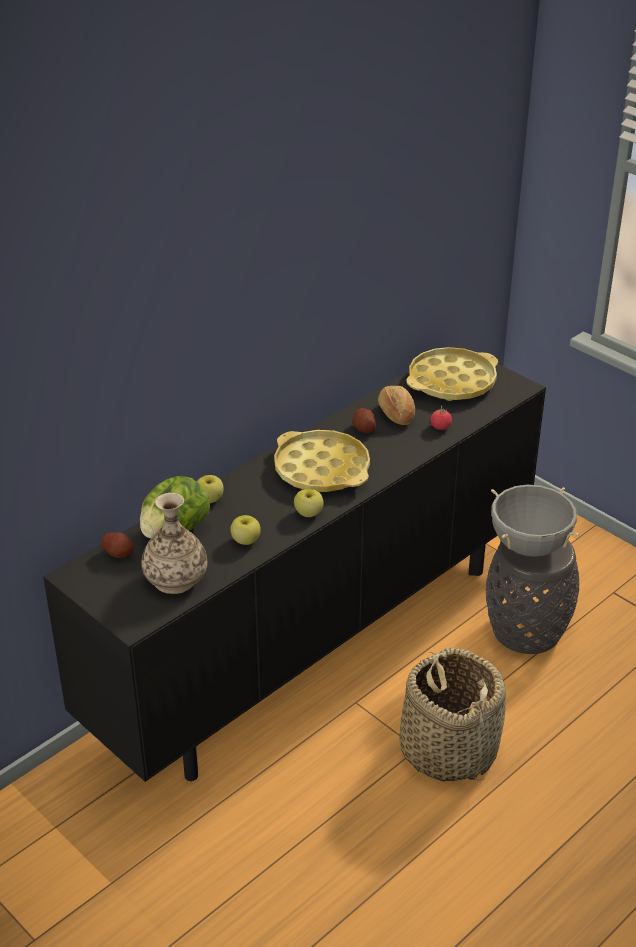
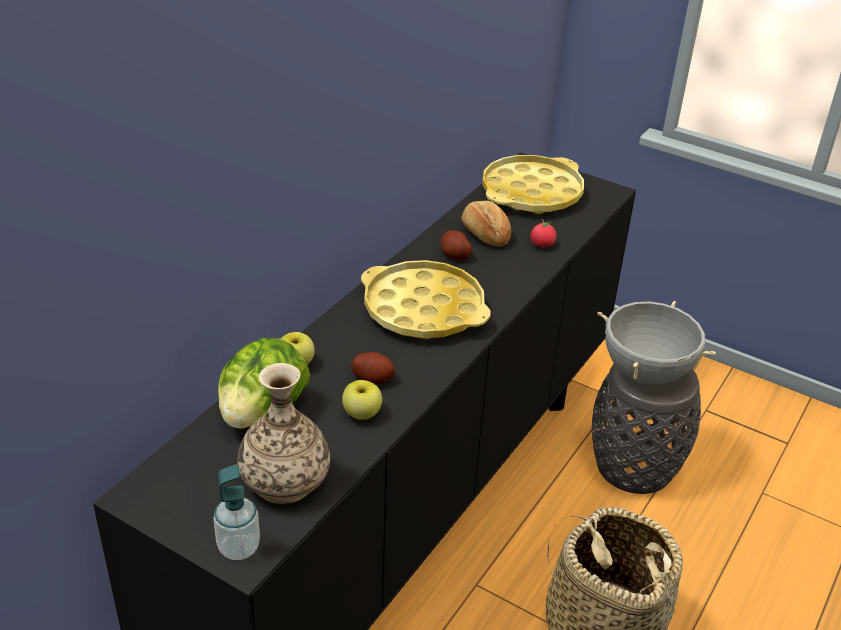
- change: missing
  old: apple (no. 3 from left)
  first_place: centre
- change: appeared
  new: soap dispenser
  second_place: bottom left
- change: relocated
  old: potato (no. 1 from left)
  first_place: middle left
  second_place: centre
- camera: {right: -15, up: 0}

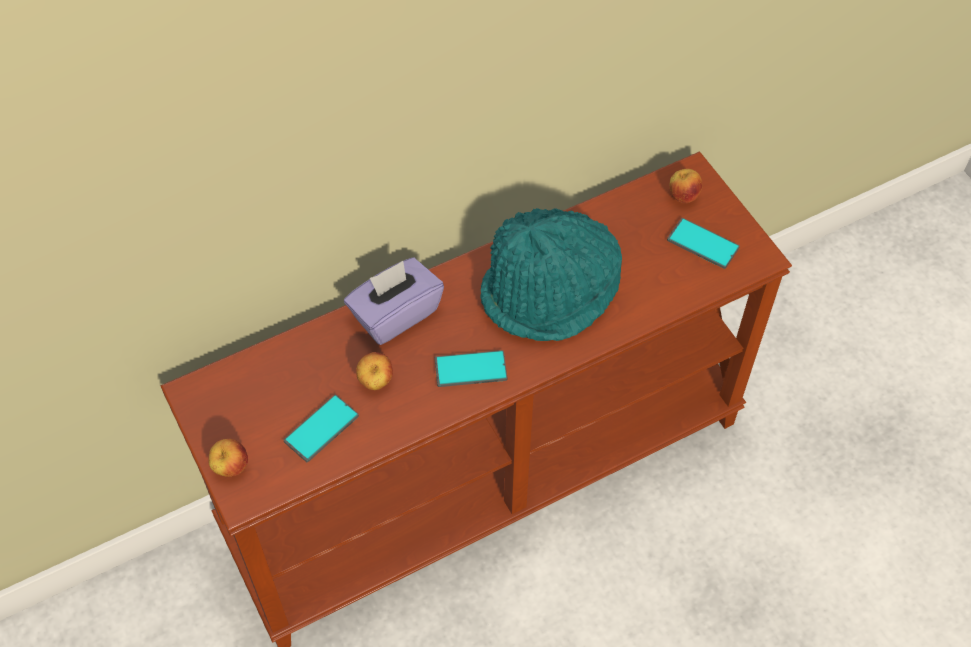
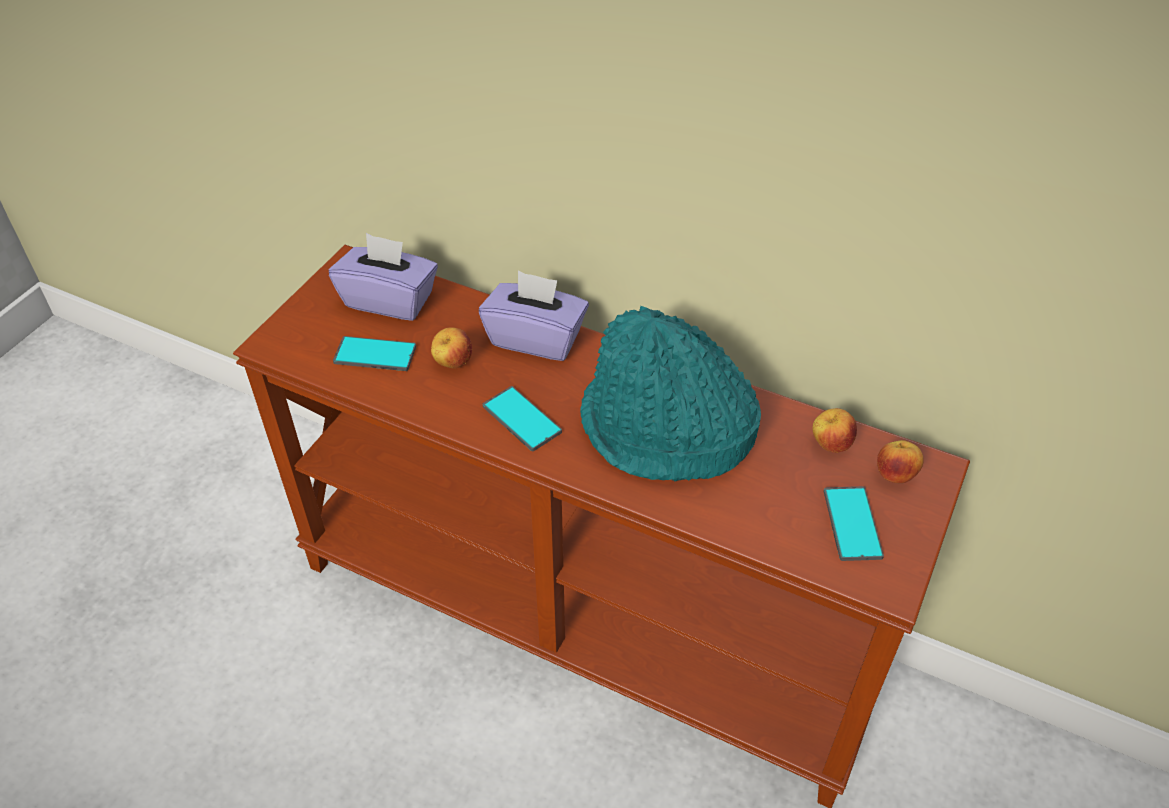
- change: appeared
  new: purple tissue box (no. 1 from left)
  second_place: middle left
- change: relocated
  old: apple (no. 1 from left in the first image)
  new: apple (no. 2 from left)
  first_place: bottom left
  second_place: middle right
- camera: {right: 55, up: -10}

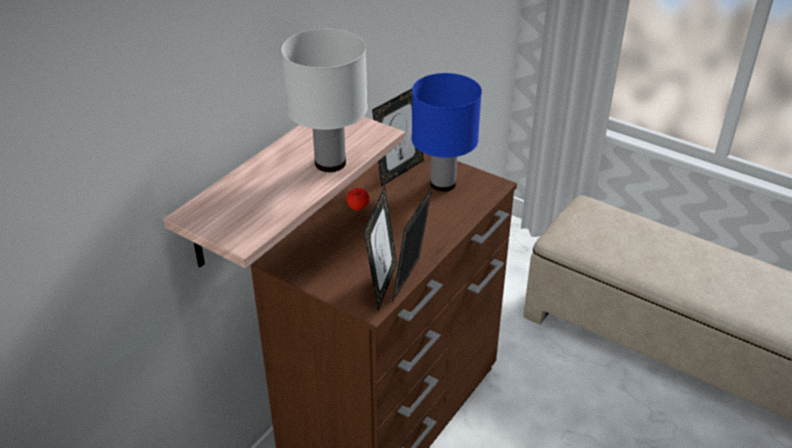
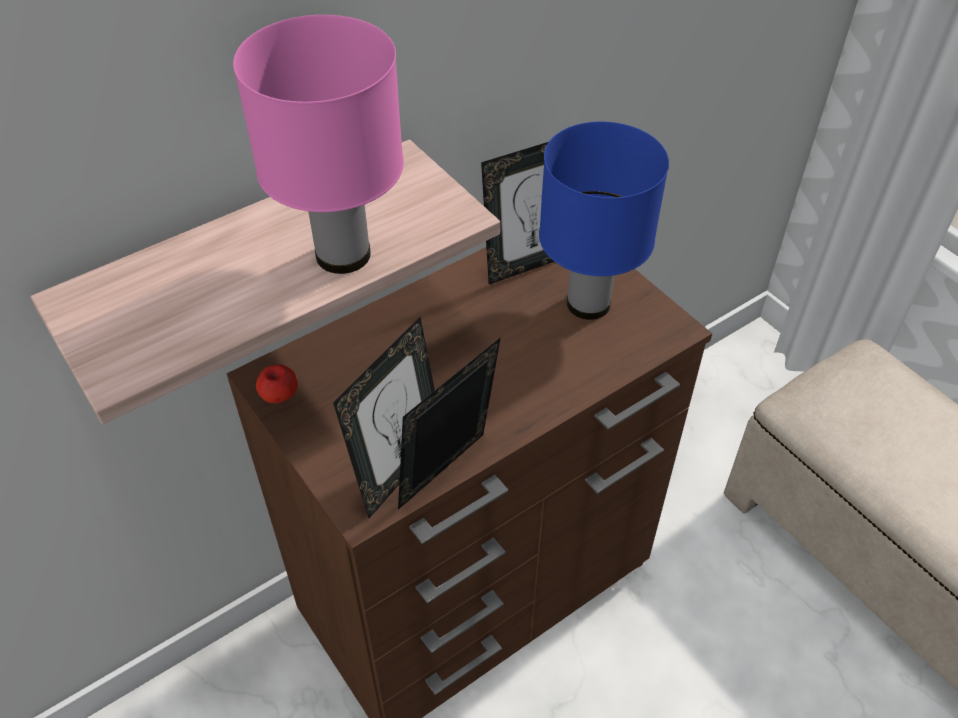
- change: relocated
  old: apple
  first_place: centre
  second_place: middle left
- change: colour
  old: white table lamp
  new: pink table lamp
  first_place: top centre
  second_place: top left
- camera: {right: 20, up: 10}

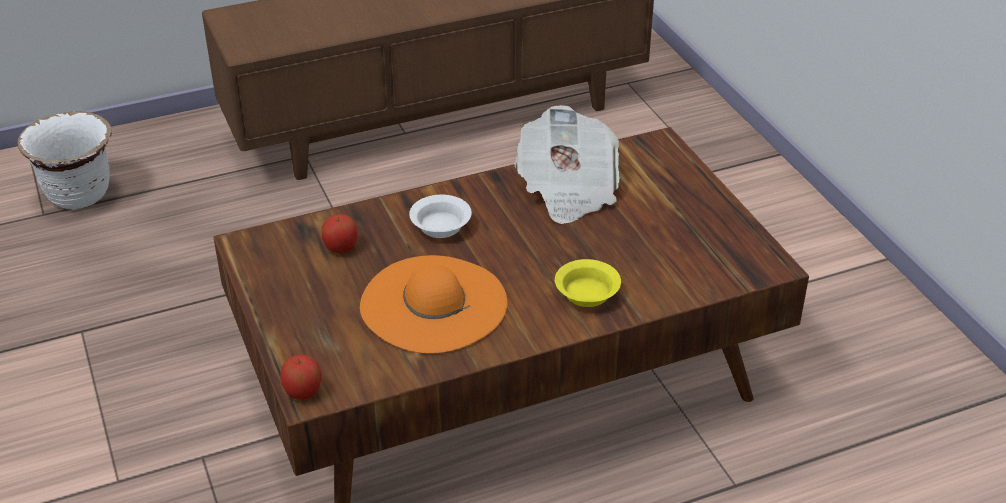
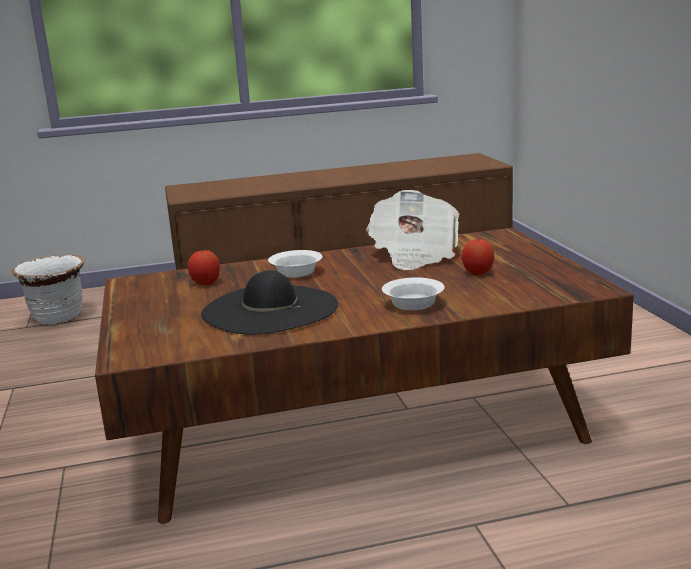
- change: relocated
  old: apple (no. 1 from left in the first image)
  new: apple (no. 2 from left)
  first_place: bottom left
  second_place: middle right
- change: colour
  old: orange hat
  new: black hat
  first_place: centre
  second_place: centre
- change: colour
  old: yellow bowl
  new: white bowl (no. 2 from left)
  first_place: centre
  second_place: centre
- camera: {right: 10, up: -20}

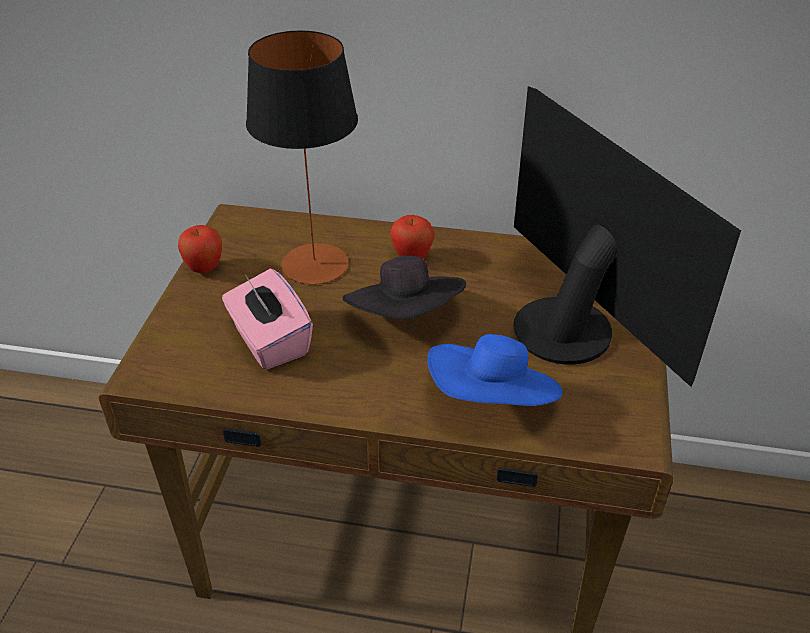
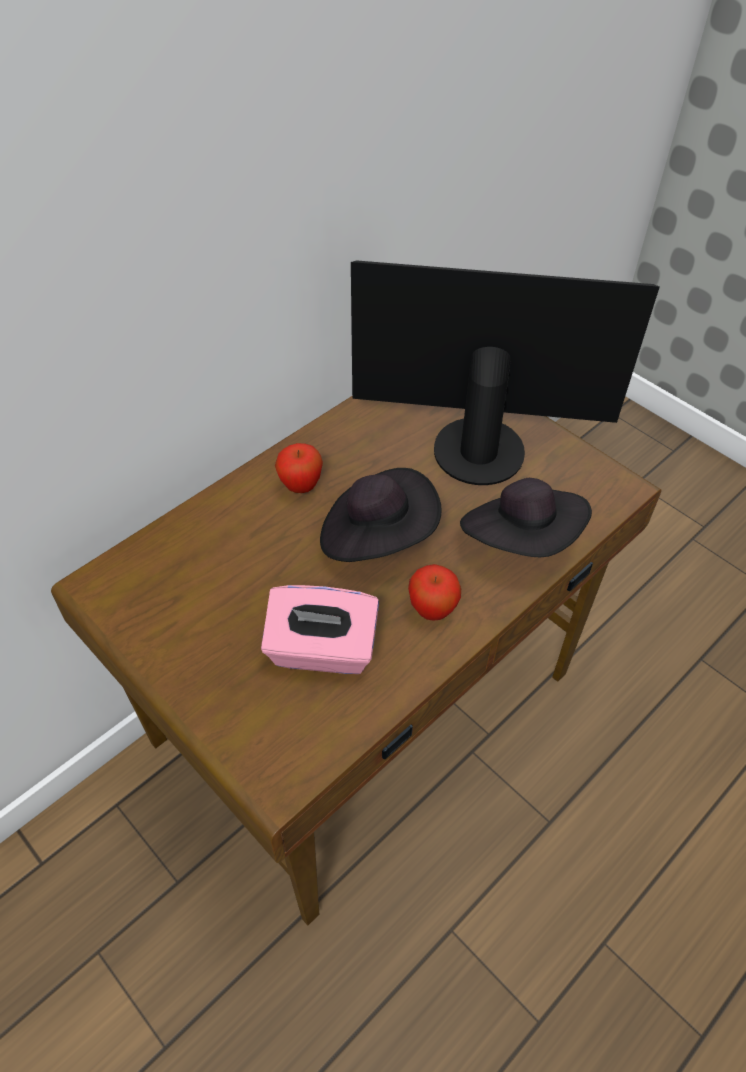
- change: missing
  old: table lamp
  first_place: top centre
- change: relocated
  old: apple (no. 1 from left in the first image)
  new: apple (no. 2 from left)
  first_place: middle left
  second_place: centre
- change: colour
  old: blue hat
  new: black hat (no. 2 from left)
  first_place: centre
  second_place: middle right
- camera: {right: -55, up: 10}

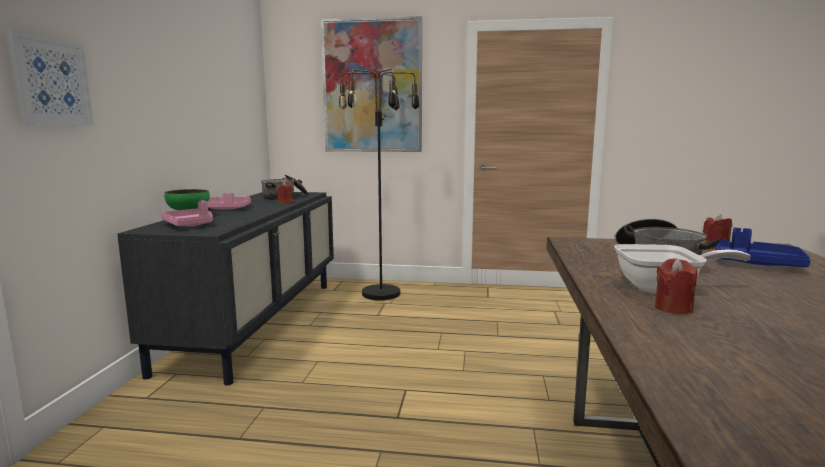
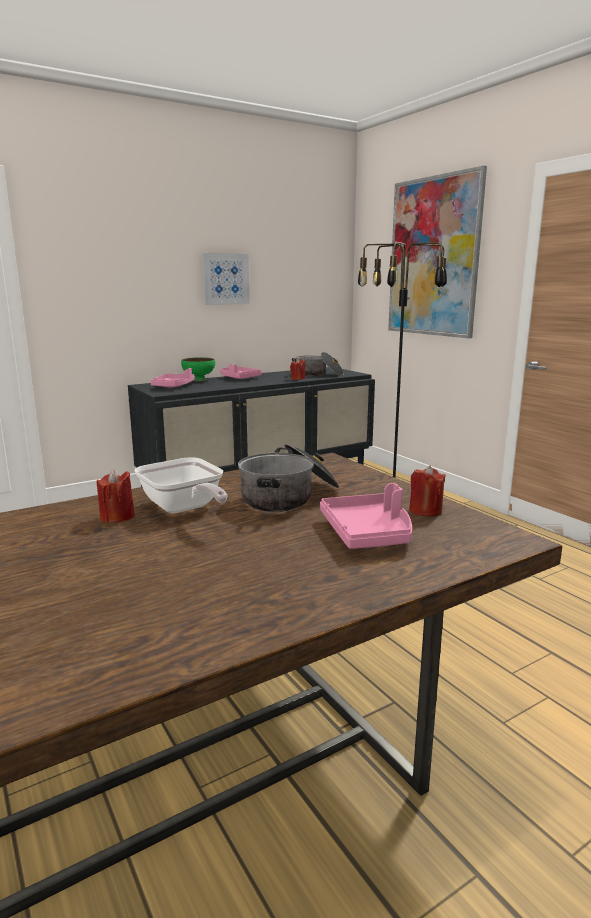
- change: relocated
  old: picture (no. 1 from left)
  first_place: top left
  second_place: top centre
- change: colour
  old: blue tray
  new: pink tray (no. 3 from left)
  first_place: middle right
  second_place: centre
- camera: {right: 50, up: 5}

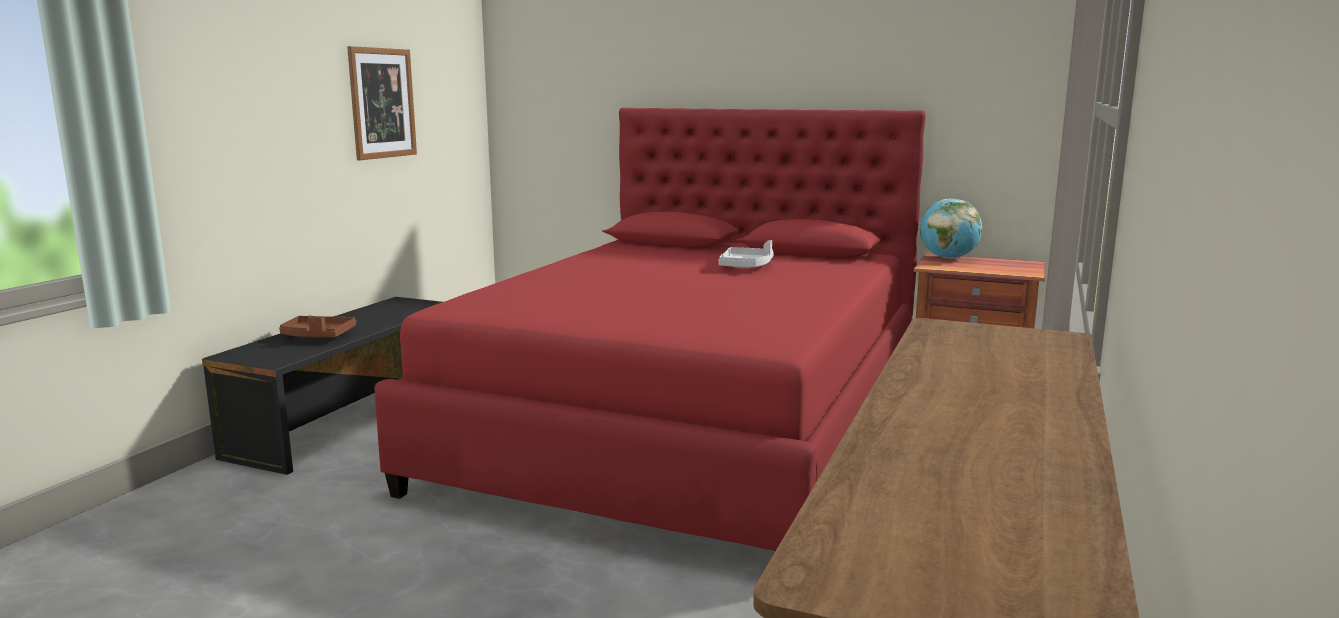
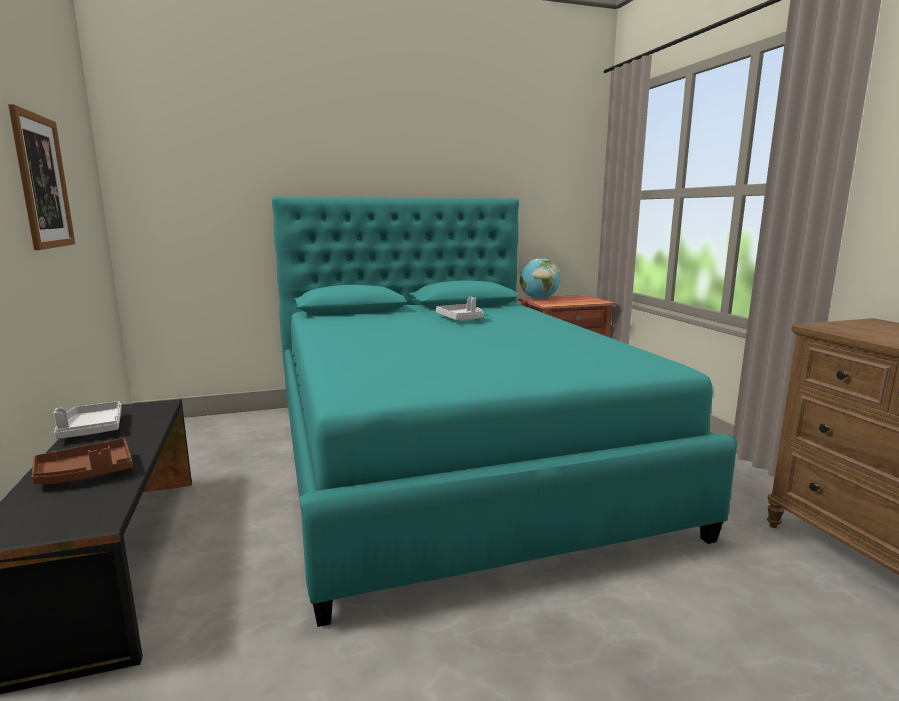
- change: appeared
  new: grey tray (no. 1 from left)
  second_place: middle left
- change: colour
  old: red bed
  new: turquoise bed
  first_place: centre
  second_place: centre
- camera: {right: -40, up: 0}

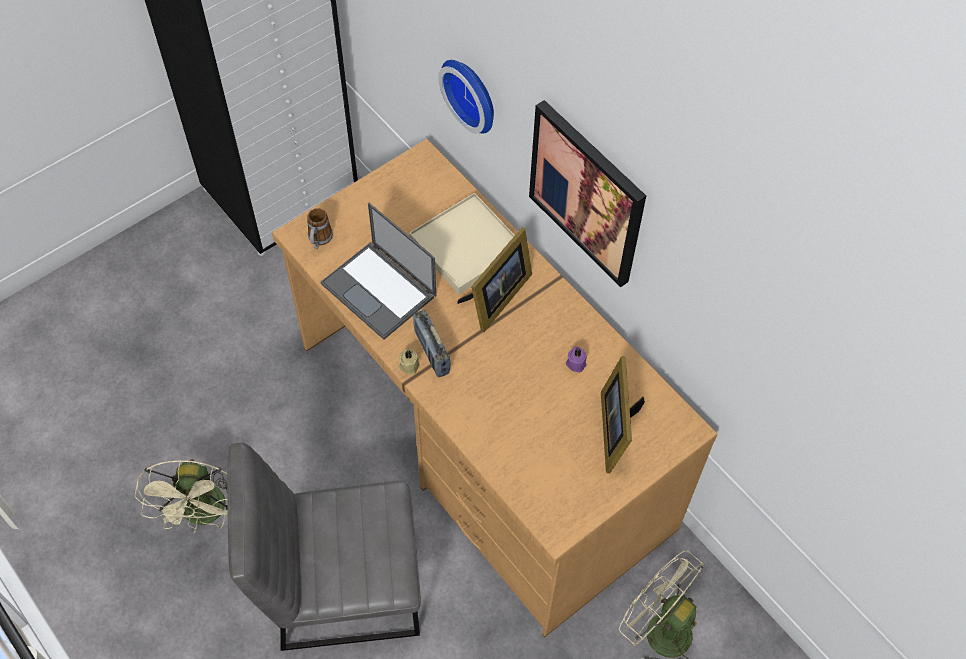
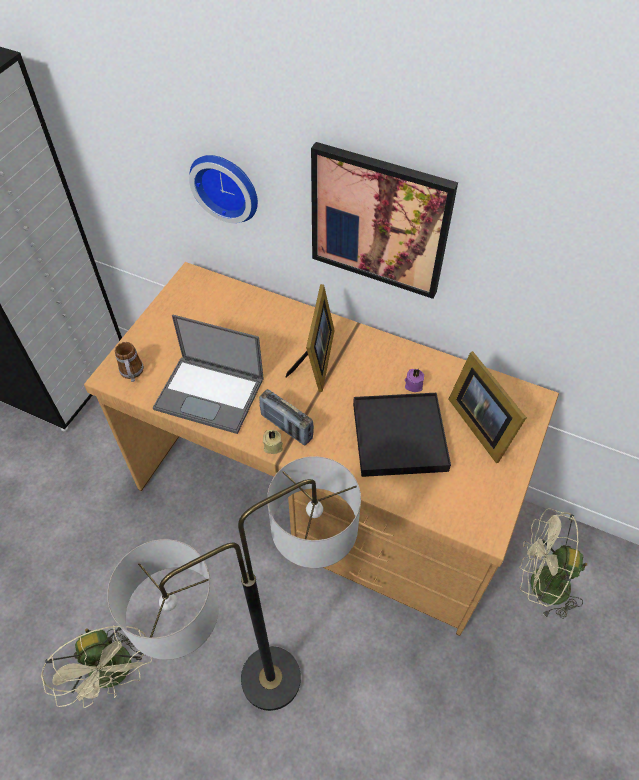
- change: missing
  old: beige tray
  first_place: centre
- change: appeared
  new: black tray
  second_place: centre
- change: exchanged
  old: grey chair
  new: floor lamp
  first_place: bottom centre
  second_place: bottom centre
- camera: {right: -25, up: -5}

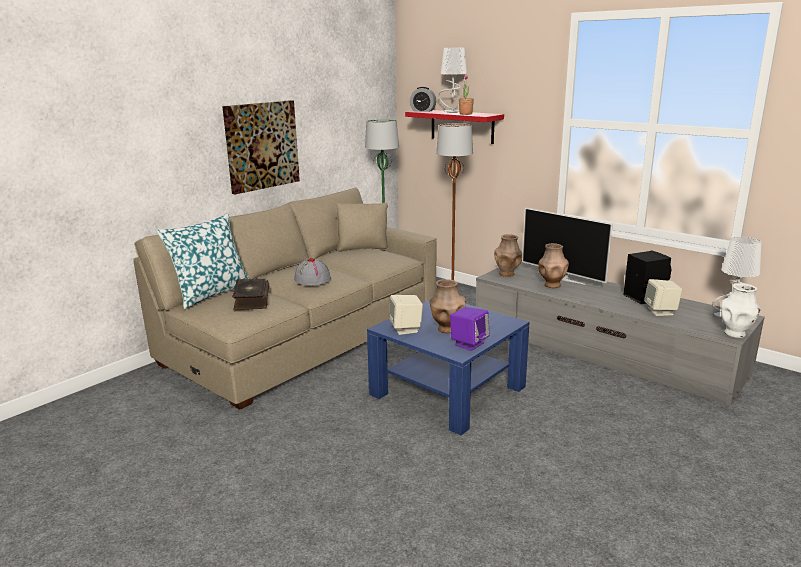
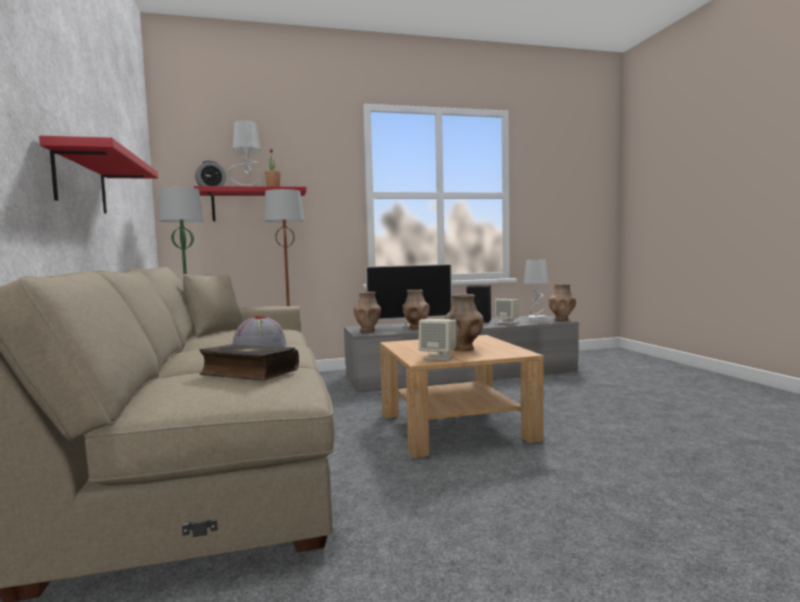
- change: missing
  old: pillow
  first_place: middle left
- change: missing
  old: purple speaker
  first_place: centre
- change: exchanged
  old: picture
  new: red shelf (no. 1 from left)
  first_place: top left
  second_place: top left
- change: colour
  old: blue coffee table
  new: brown coffee table
  first_place: centre
  second_place: centre
- change: colour
  old: white vase
  new: brown vase (no. 4 from left)
  first_place: middle right
  second_place: middle right
- camera: {right: -55, up: -15}

